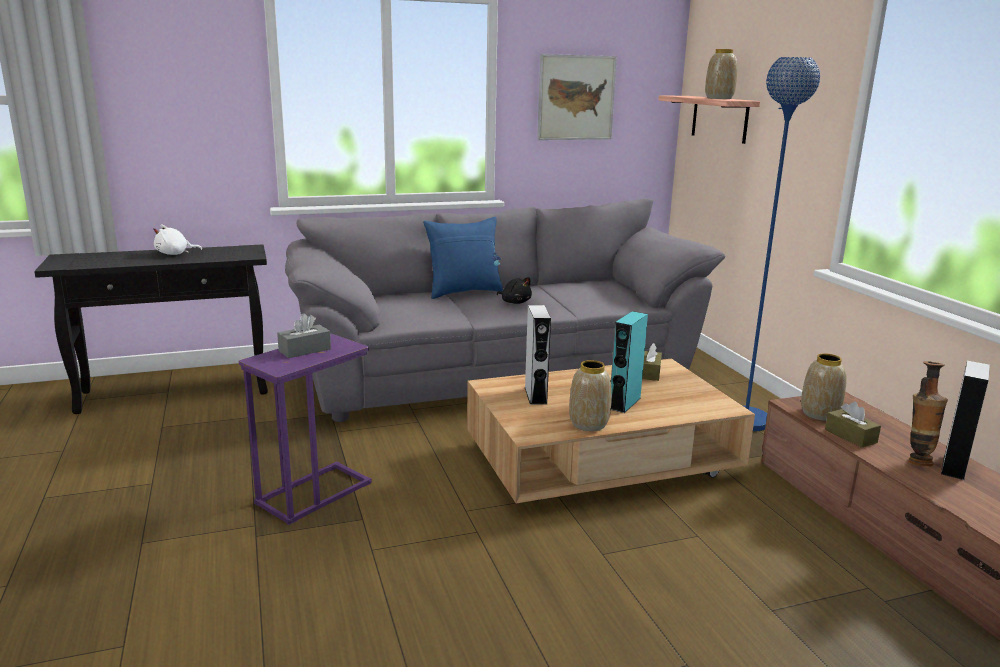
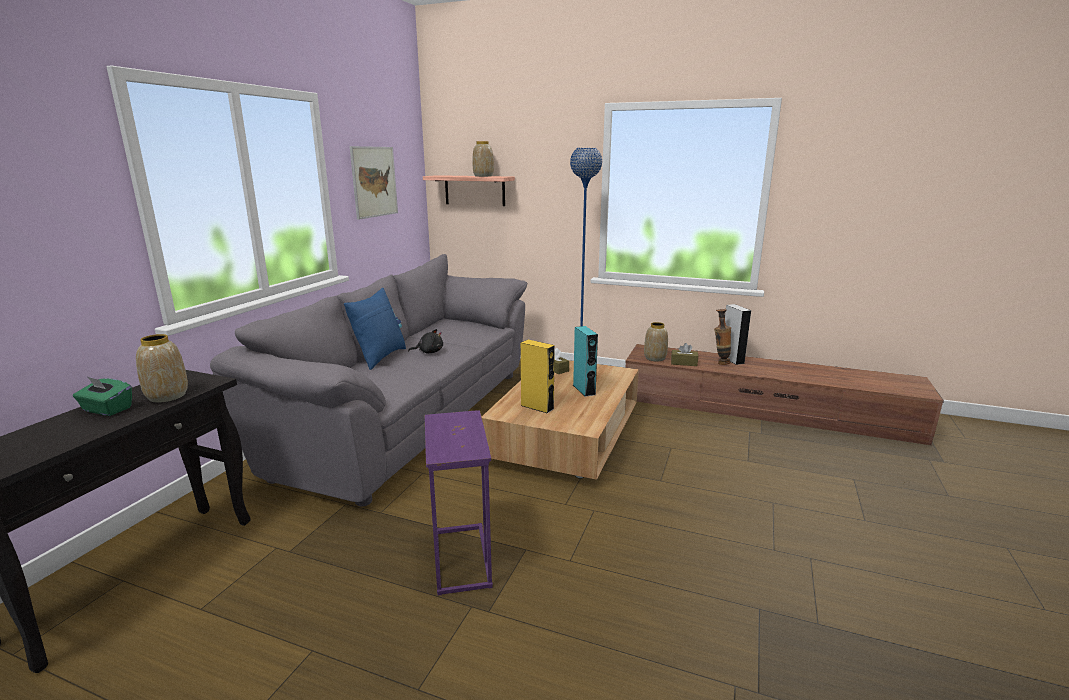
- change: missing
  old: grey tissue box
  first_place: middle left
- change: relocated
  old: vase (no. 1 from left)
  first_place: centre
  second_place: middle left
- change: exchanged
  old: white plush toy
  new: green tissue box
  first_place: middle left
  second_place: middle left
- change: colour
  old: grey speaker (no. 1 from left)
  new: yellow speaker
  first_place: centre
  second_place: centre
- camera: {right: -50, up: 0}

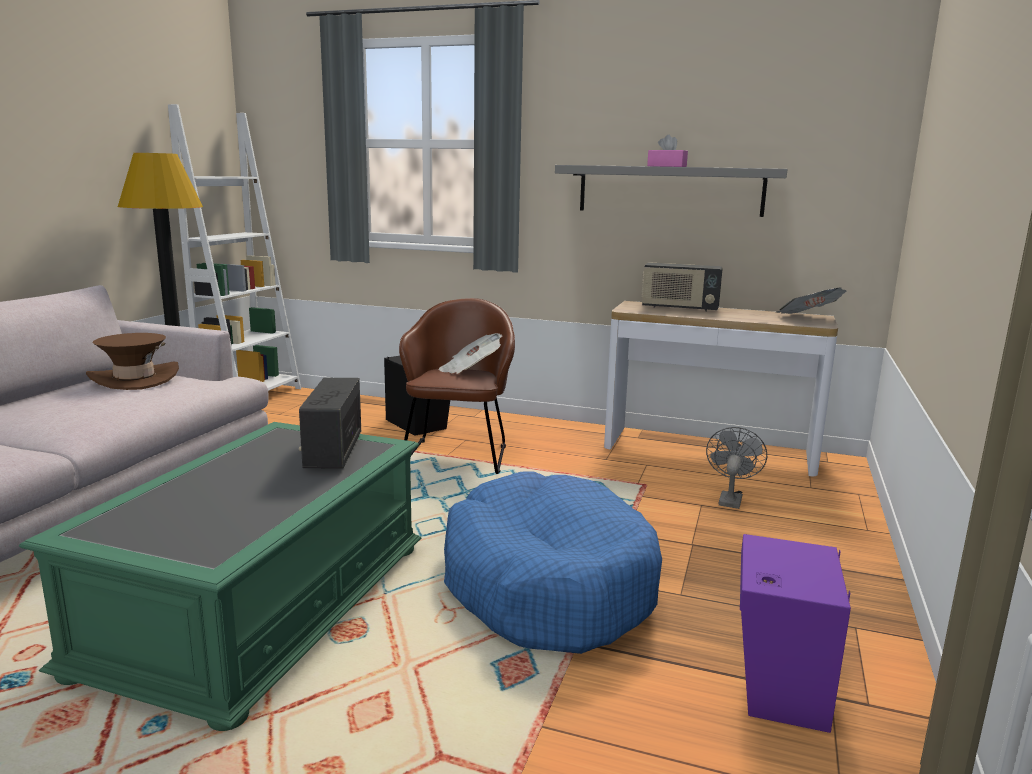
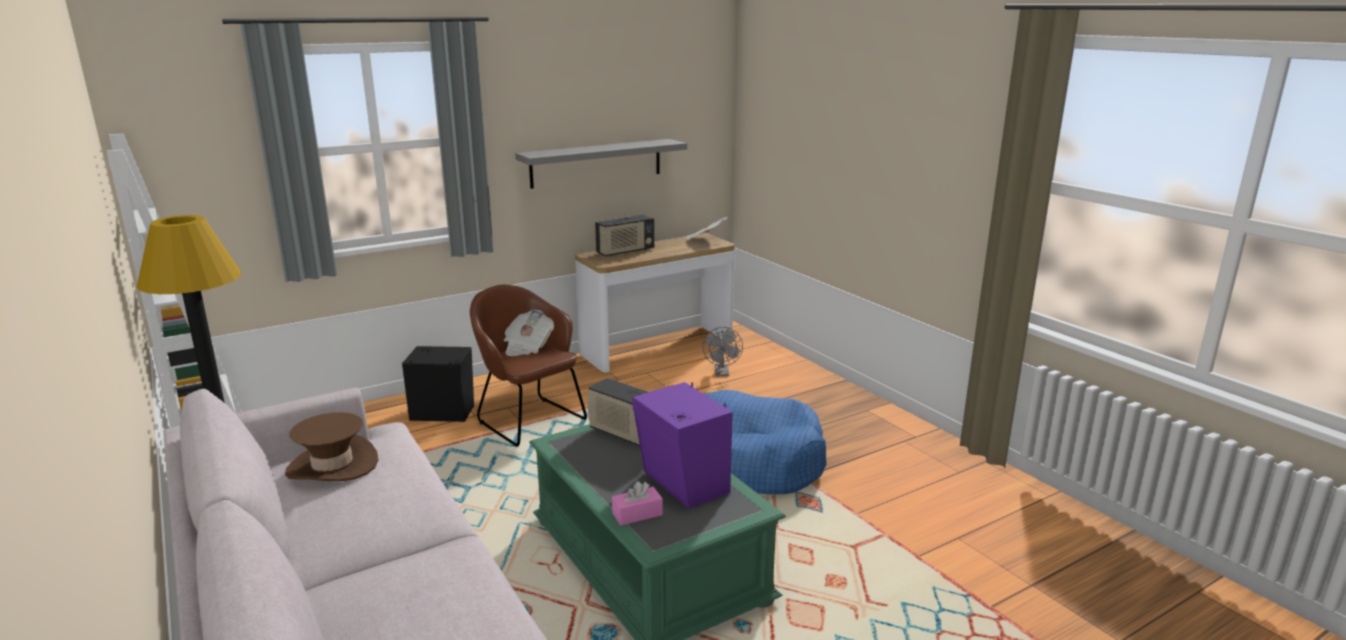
- change: relocated
  old: pink tissue box
  first_place: top centre
  second_place: bottom centre
- change: relocated
  old: purple speaker
  first_place: bottom right
  second_place: bottom centre
- change: spun
  old: grey fan
  first_place: middle right
  second_place: centre
  degrees: -150
- camera: {right: -50, up: 5}

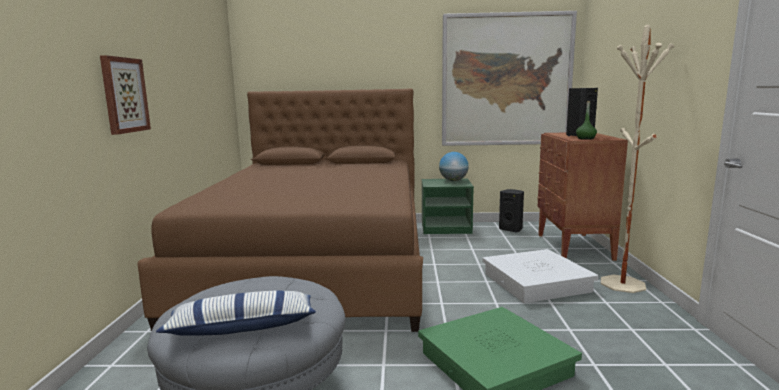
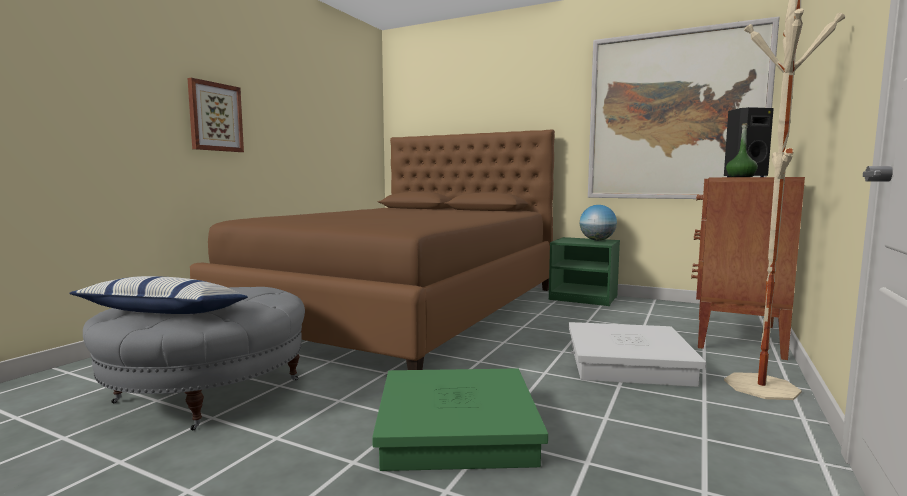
- change: missing
  old: black speaker (no. 1 from left)
  first_place: centre
- camera: {right: 25, up: -5}

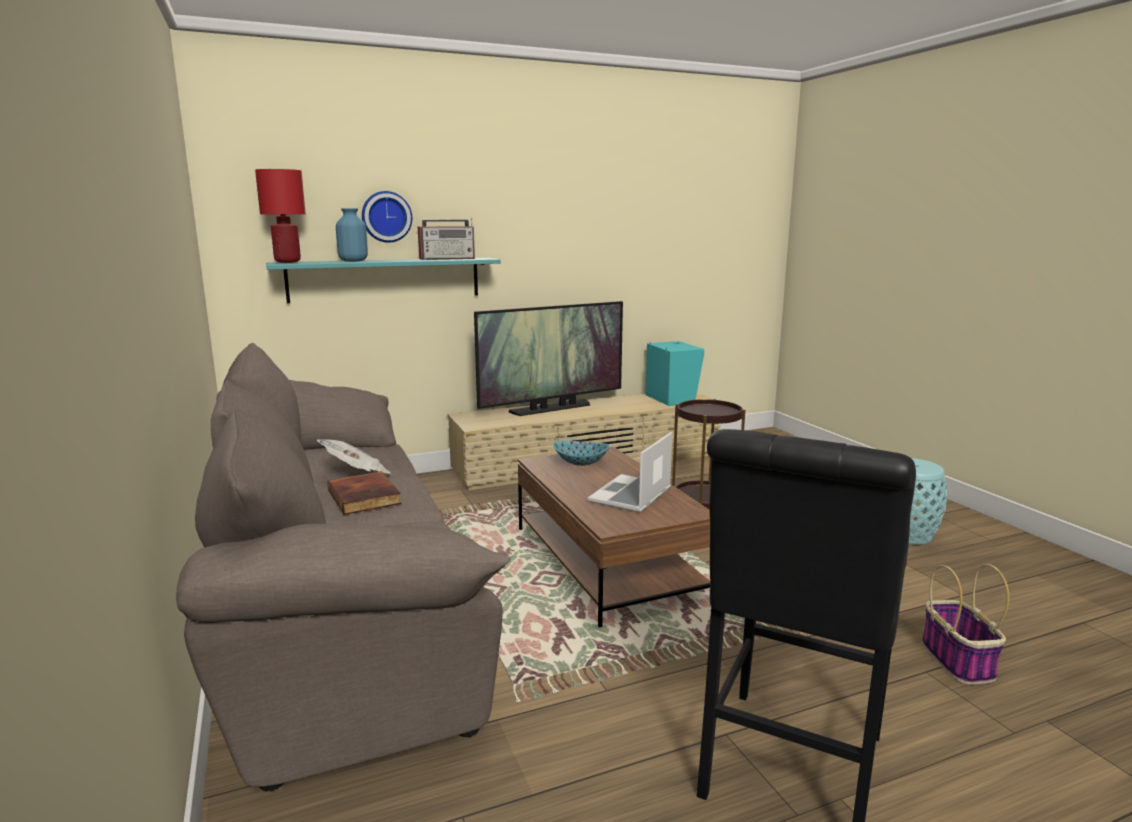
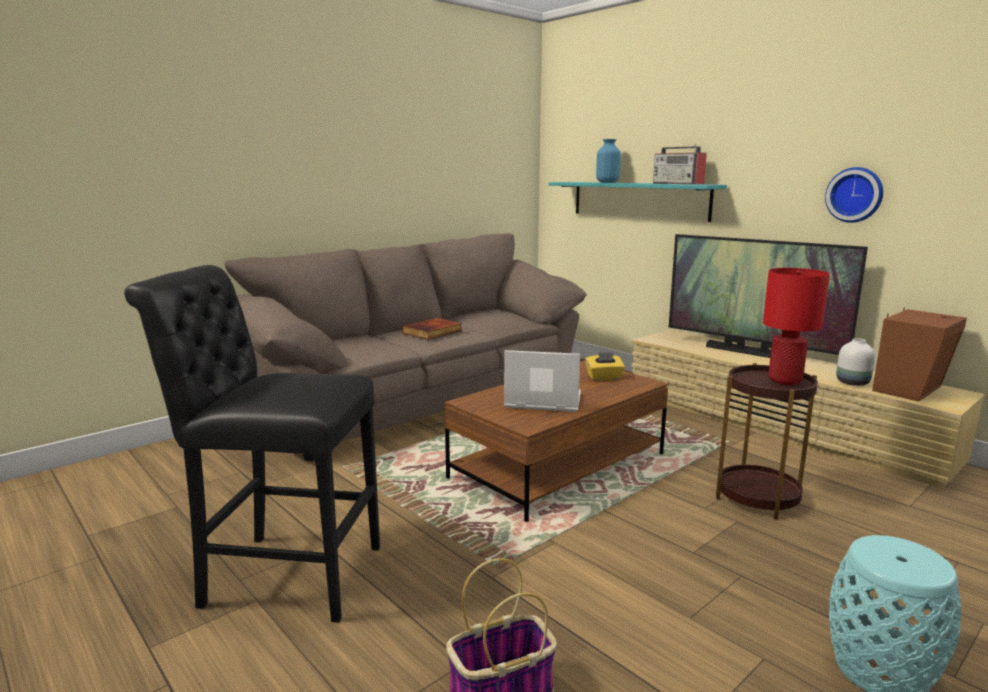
- change: missing
  old: newspaper
  first_place: middle left
- change: appeared
  new: white vase
  second_place: middle right
- change: relocated
  old: red table lamp
  first_place: top left
  second_place: middle right
- change: relocated
  old: wall clock
  first_place: top centre
  second_place: top right
- change: exchanged
  old: bowl
  new: yellow tissue box
  first_place: centre
  second_place: centre
- change: colour
  old: turquoise speaker
  new: brown speaker
  first_place: centre
  second_place: middle right
- camera: {right: 70, up: 0}

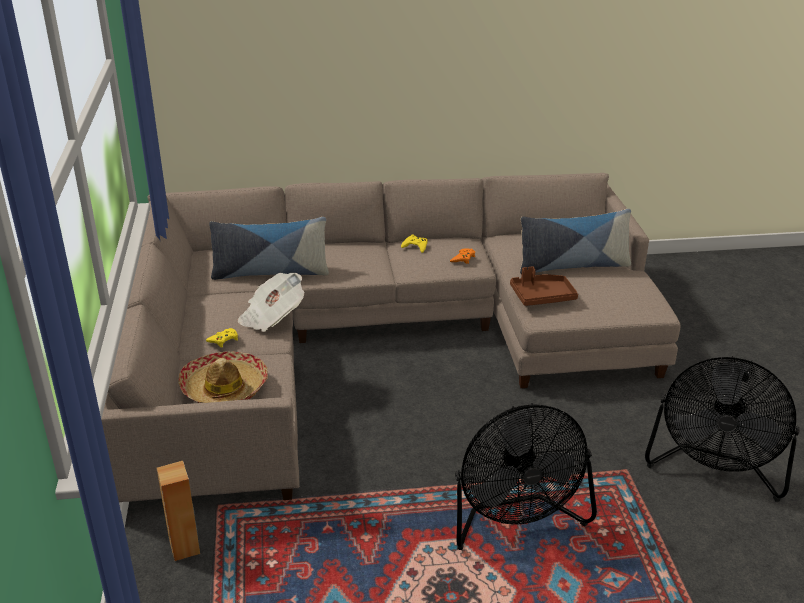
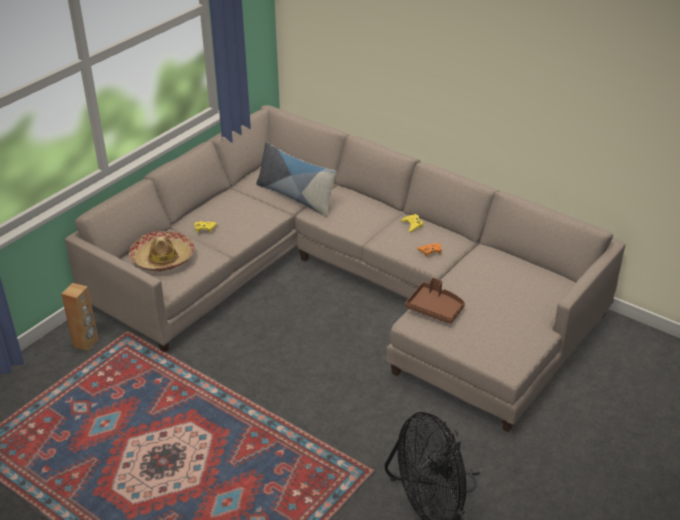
- change: missing
  old: newspaper
  first_place: centre
- change: missing
  old: black fan (no. 1 from left)
  first_place: bottom centre
- change: missing
  old: pillow (no. 2 from left)
  first_place: middle right
- camera: {right: 45, up: 5}

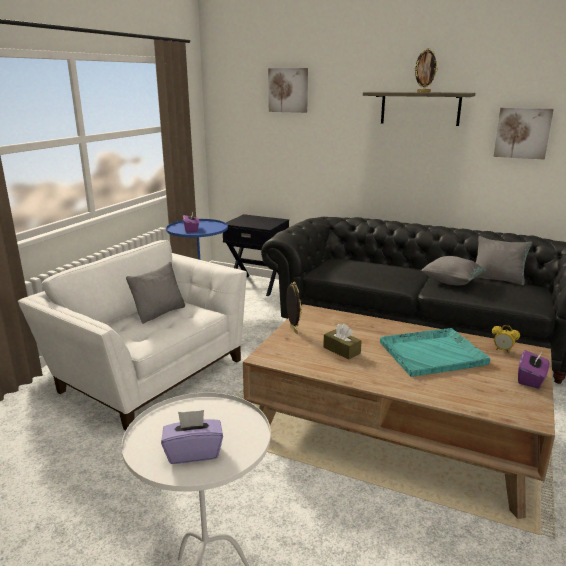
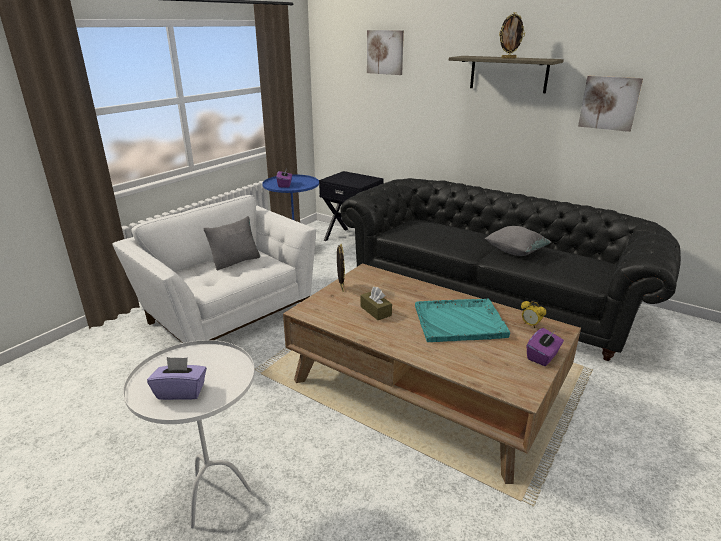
- change: missing
  old: grey pillow (no. 3 from left)
  first_place: middle right
- camera: {right: 10, up: 5}

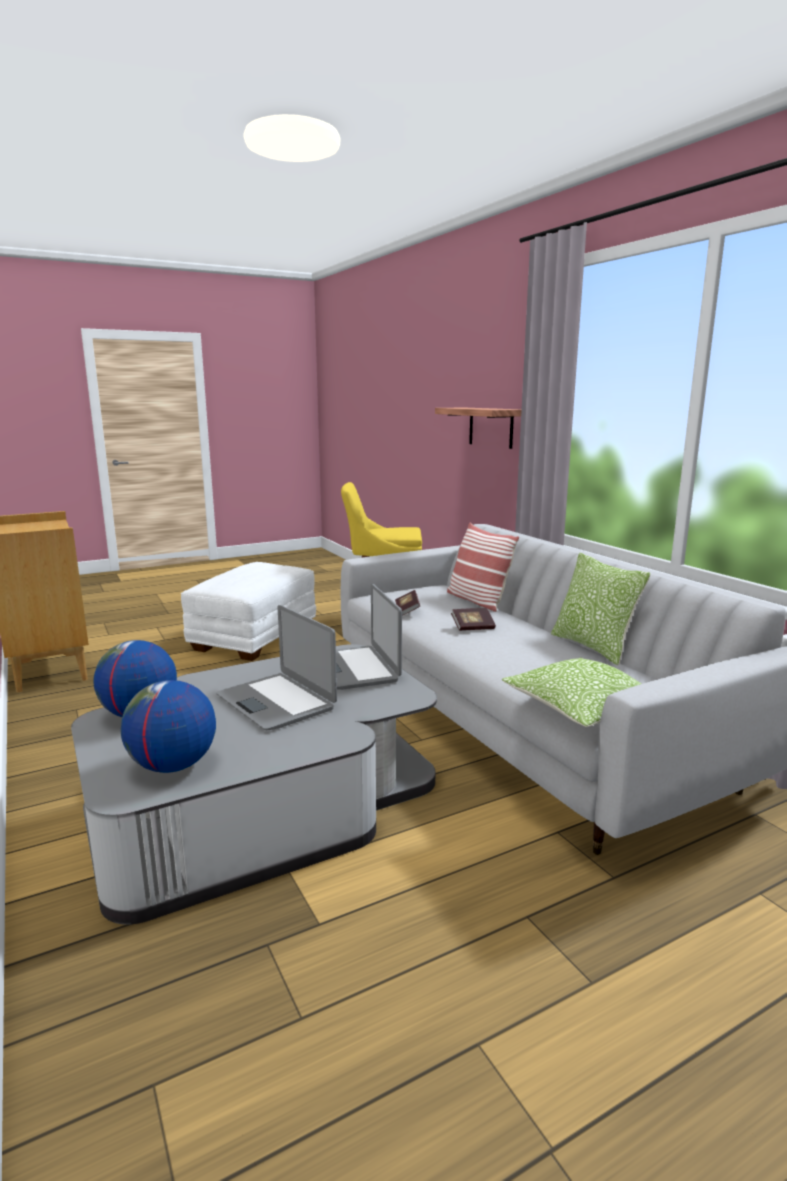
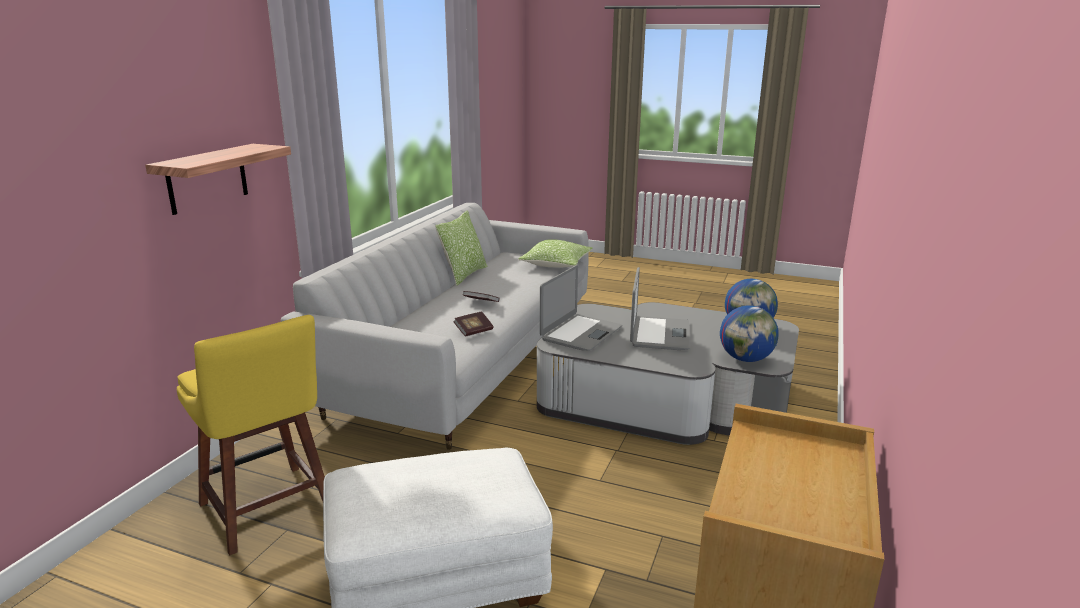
- change: missing
  old: pillow (no. 1 from left)
  first_place: centre
- camera: {right: -130, up: 5}

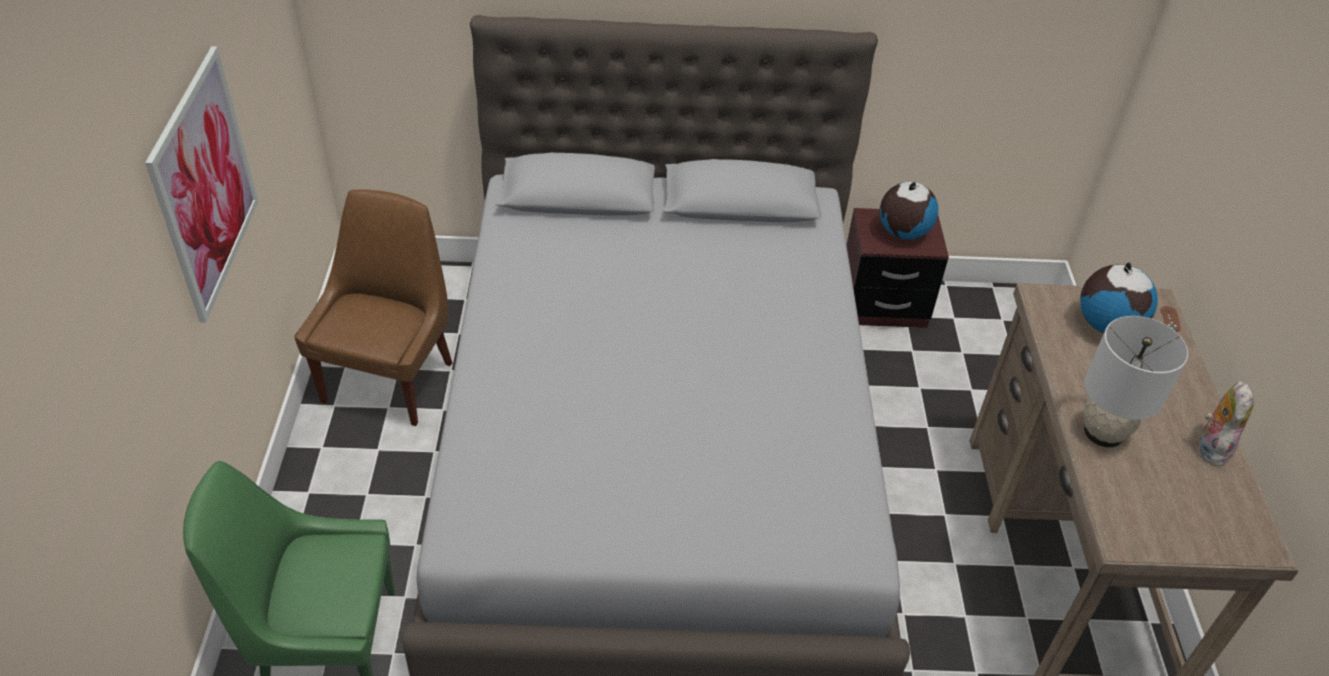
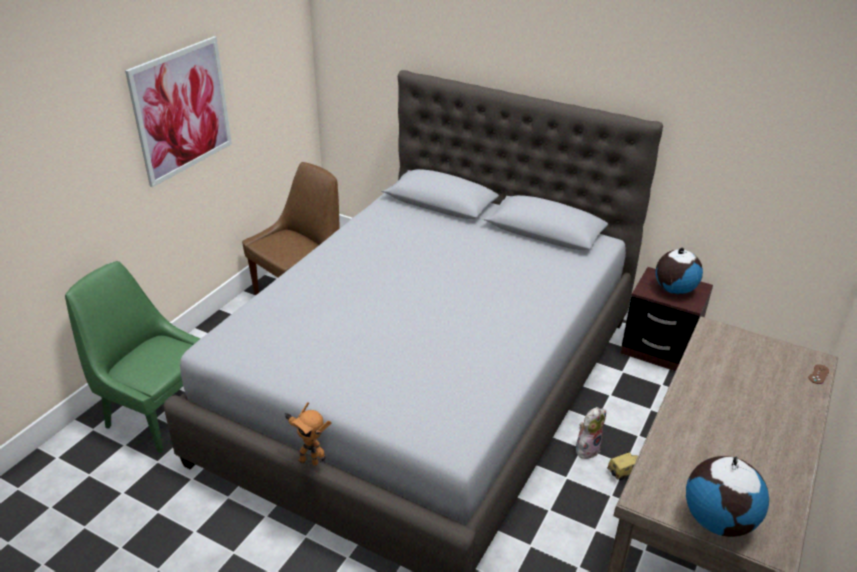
- change: missing
  old: white table lamp
  first_place: middle right
- change: appeared
  new: toy robot
  second_place: bottom centre
- change: appeared
  new: toy car
  second_place: bottom right
- change: relocated
  old: globe (no. 2 from left)
  first_place: middle right
  second_place: bottom right
- change: relocated
  old: plush toy
  first_place: middle right
  second_place: bottom right
- camera: {right: 30, up: -10}

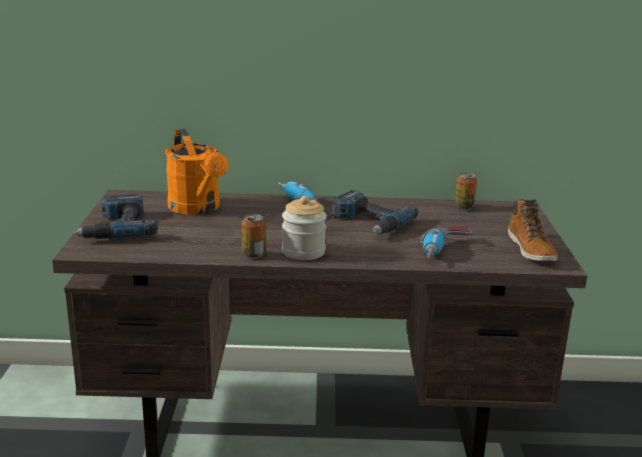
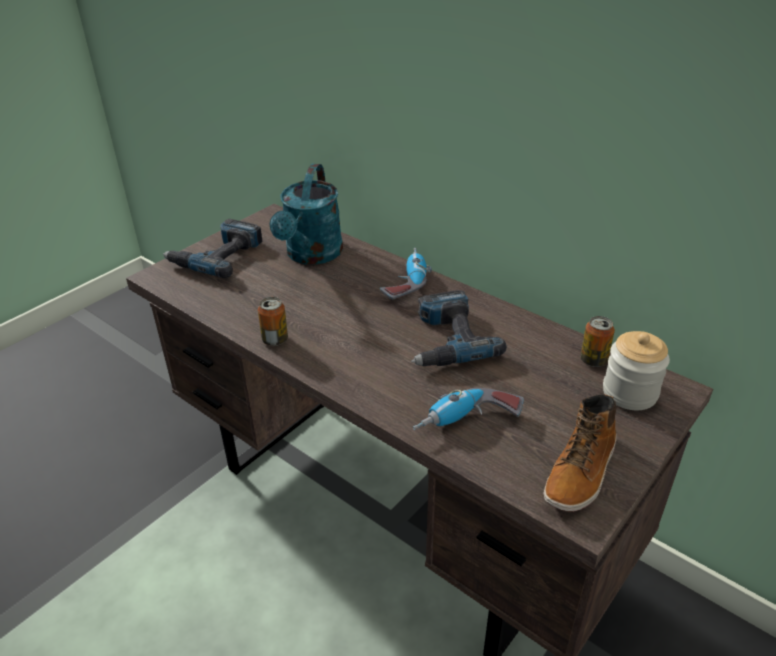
- change: relocated
  old: jar
  first_place: centre
  second_place: middle right
- change: colour
  old: orange watering can
  new: turquoise watering can
  first_place: middle left
  second_place: top centre
- camera: {right: 40, up: 15}

